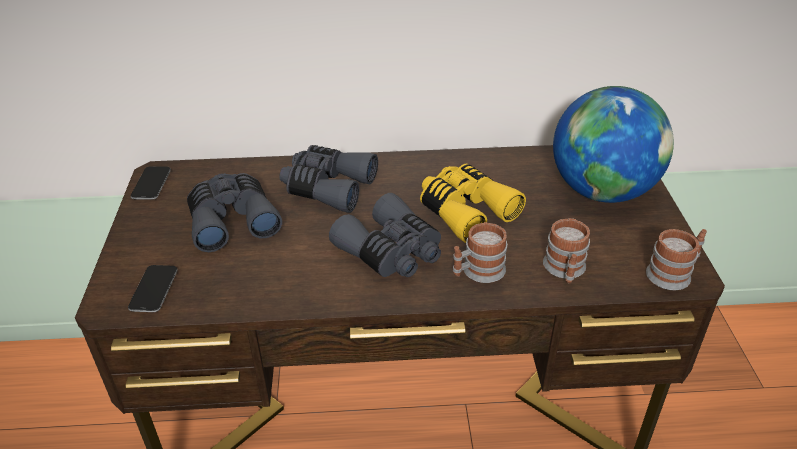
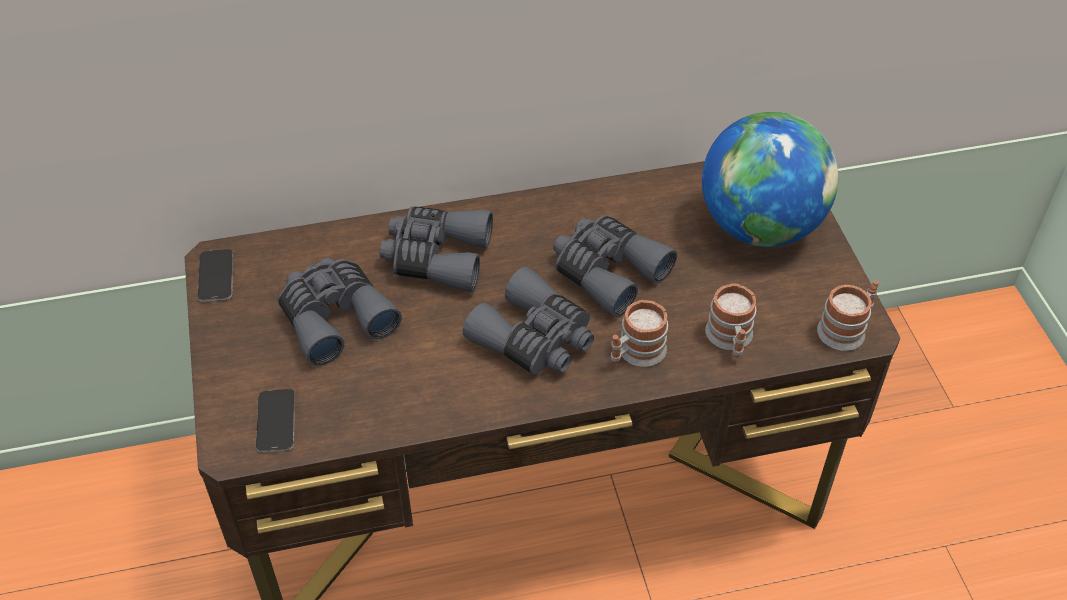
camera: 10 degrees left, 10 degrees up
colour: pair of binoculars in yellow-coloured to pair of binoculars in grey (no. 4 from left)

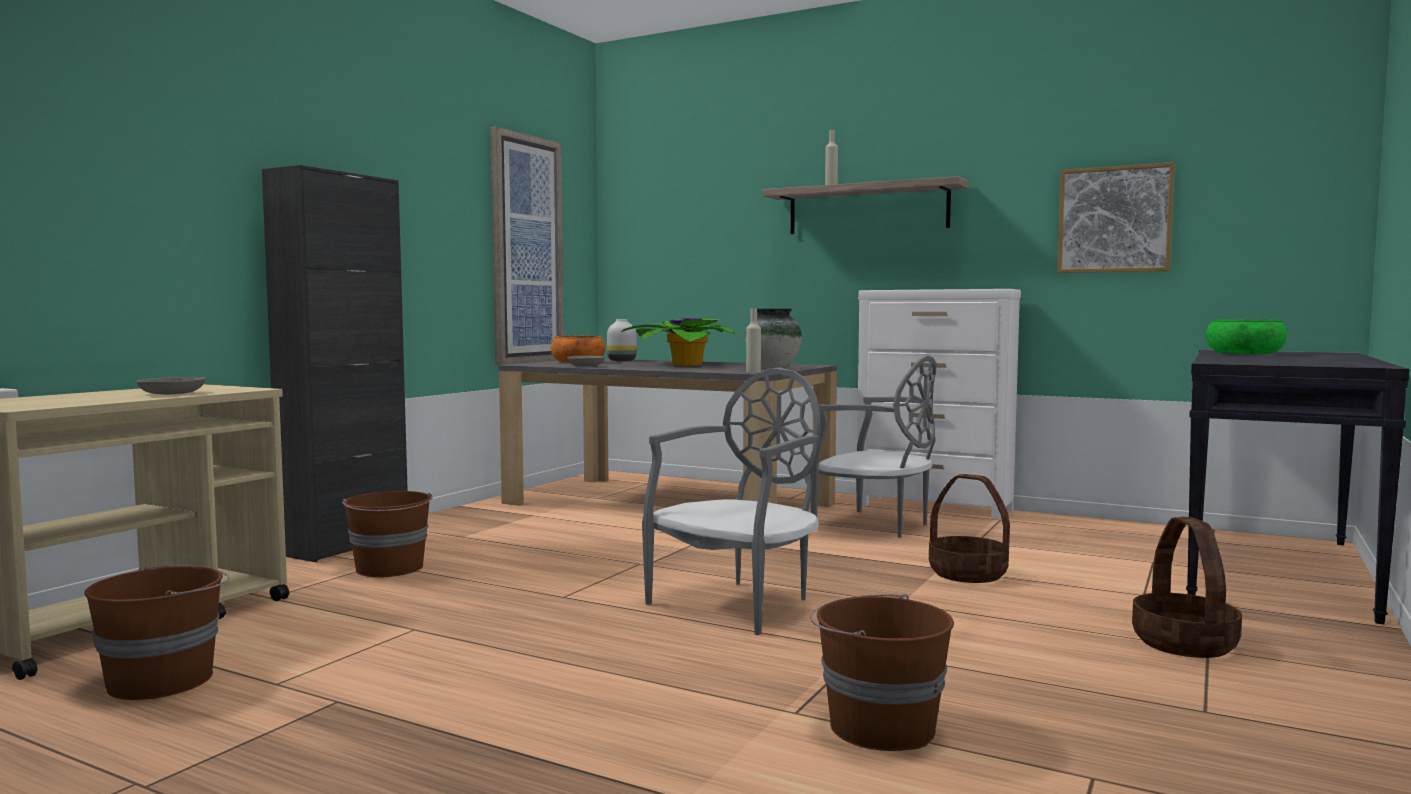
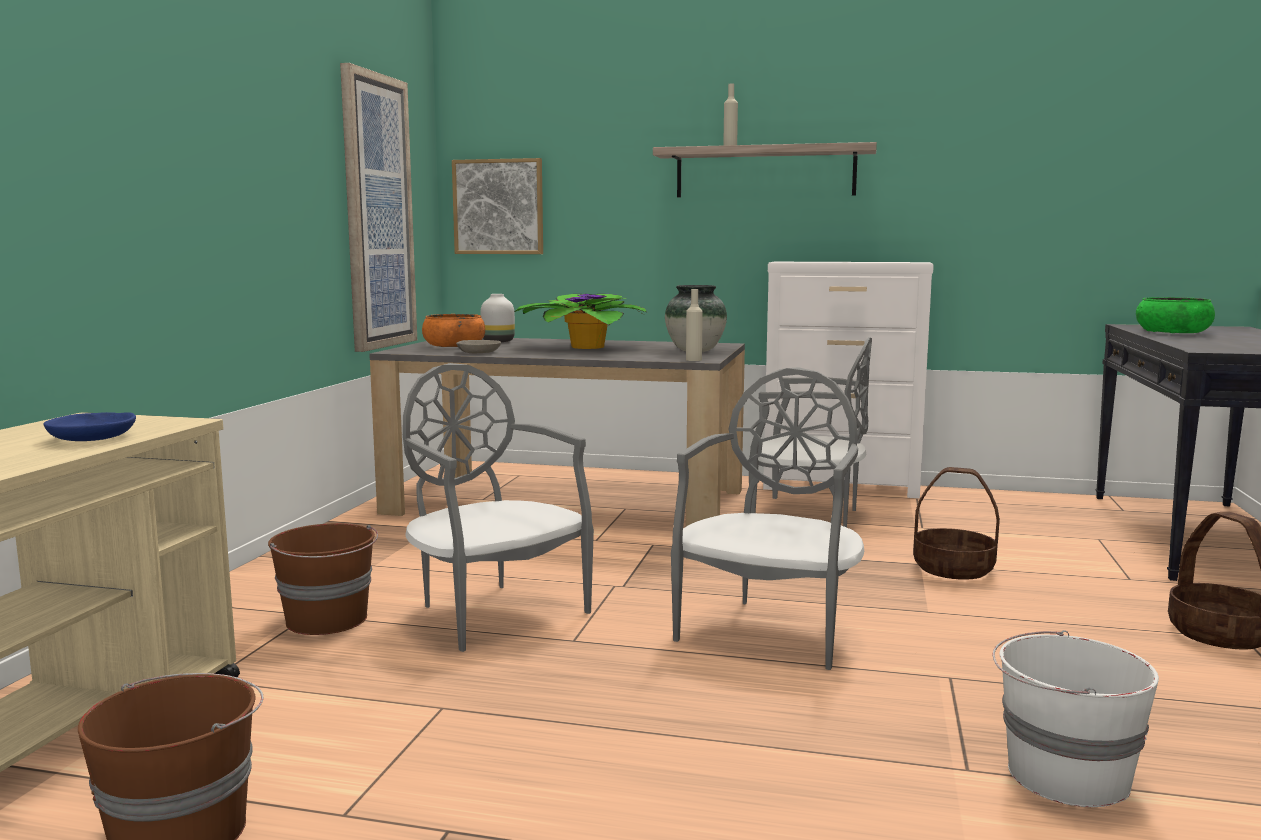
camera: 15 degrees left, 5 degrees up
missing: cabinet in blackish
appeared: upright chair in grey (no. 1 from left)
relocated: wall art (no. 2 from left)
colour: serving bowl in grey (no. 1 from left) to serving bowl in bluish; bucket in brown-coloured (no. 3 from left) to bucket in white

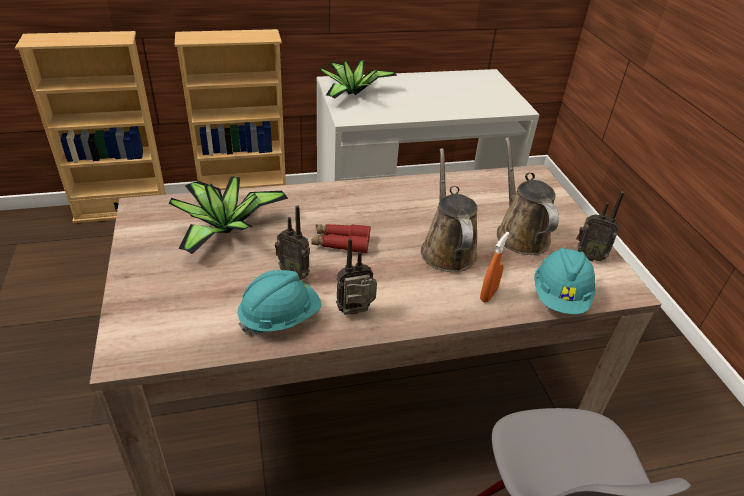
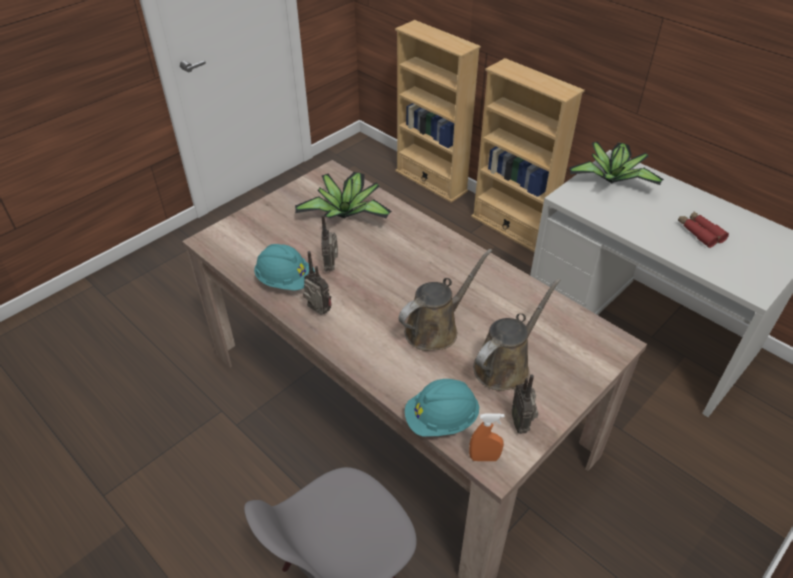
camera: 60 degrees right, 5 degrees up
relocated: sprayer in orange-coloured; pair of binoculars in red-coloured

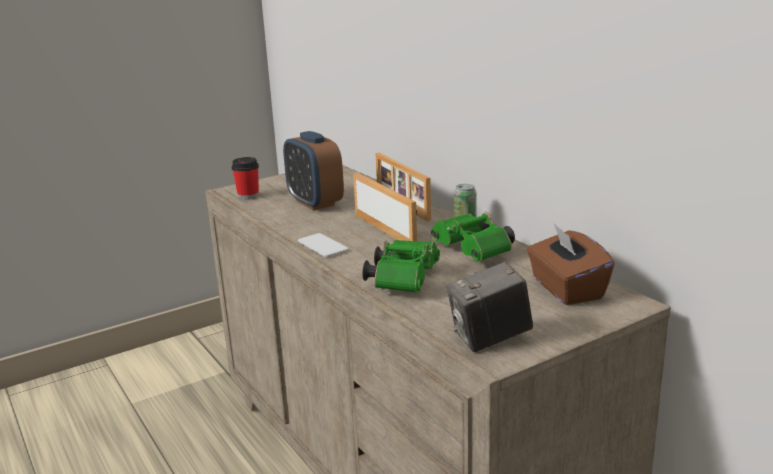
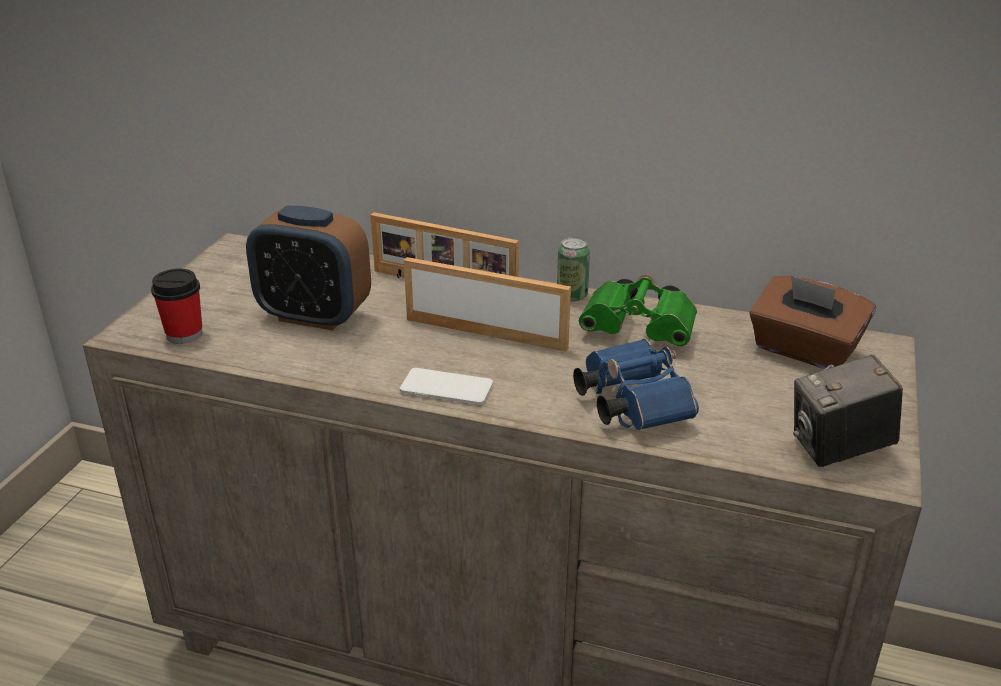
camera: 40 degrees left, 10 degrees up
colour: pair of binoculars in green (no. 1 from left) to pair of binoculars in bluish
spun: still camera 45 degrees clockwise

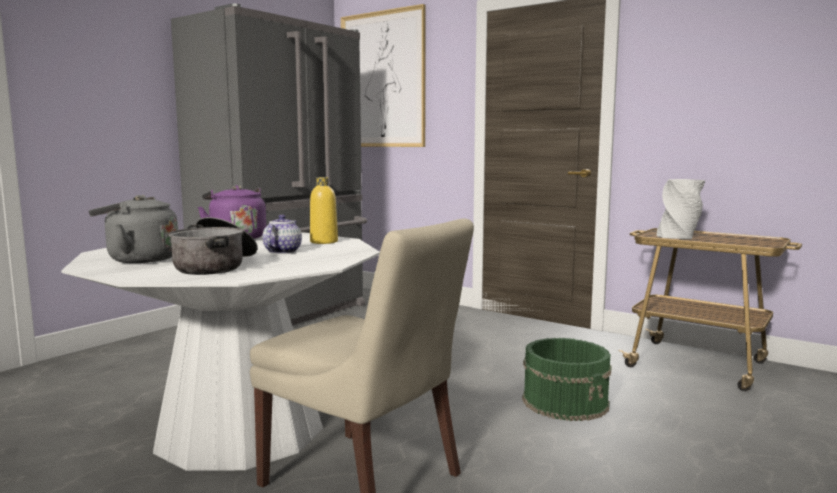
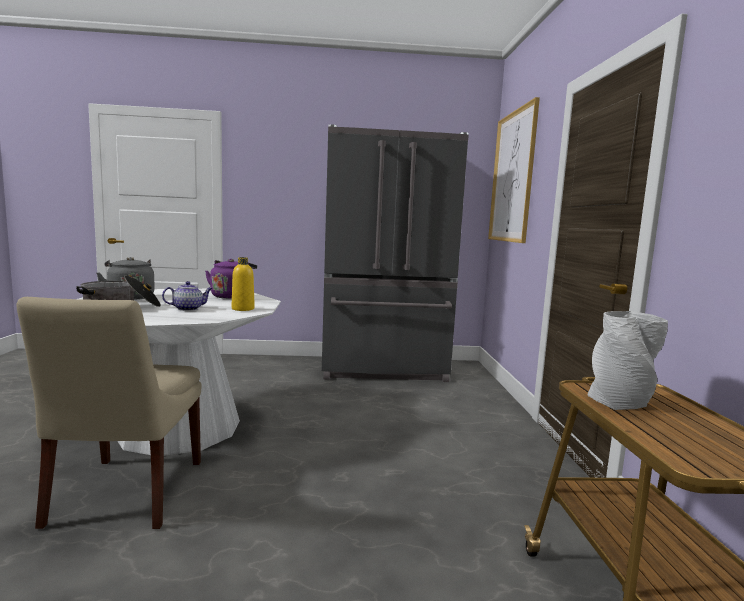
camera: 50 degrees right, 0 degrees up
missing: bucket in green

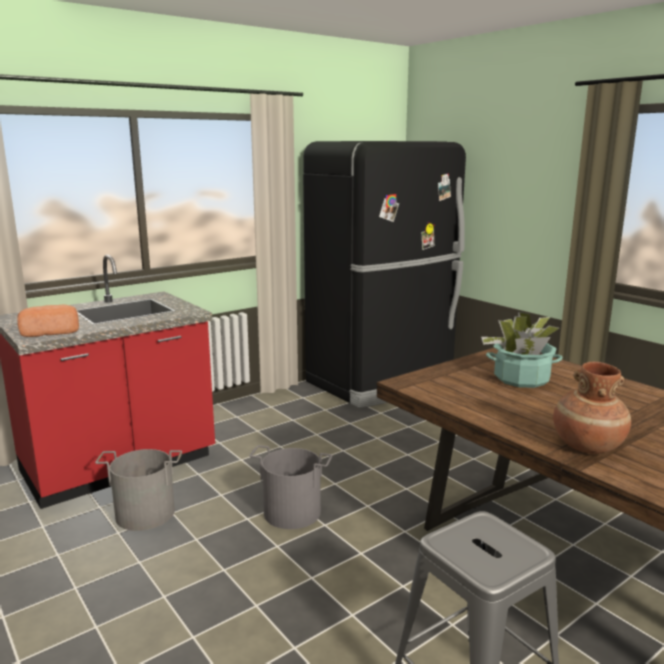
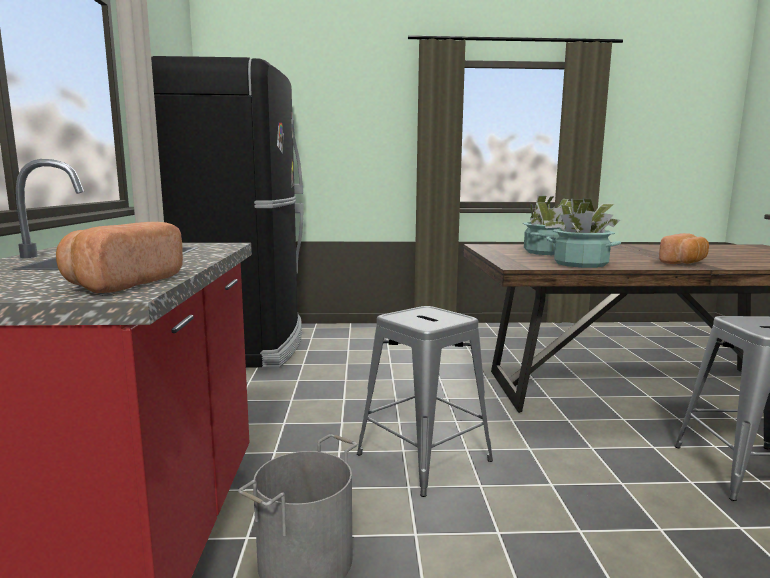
camera: 55 degrees left, 5 degrees down
appeared: plant in a pot (no. 2 from left)
exchanged: bucket in grey (no. 2 from left) to sitting stool in grey (no. 1 from left); flower vase in brown-coloured to bakery bread (no. 2 from left)

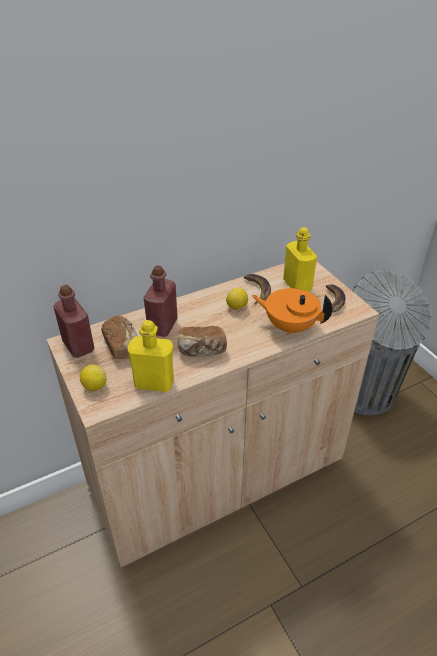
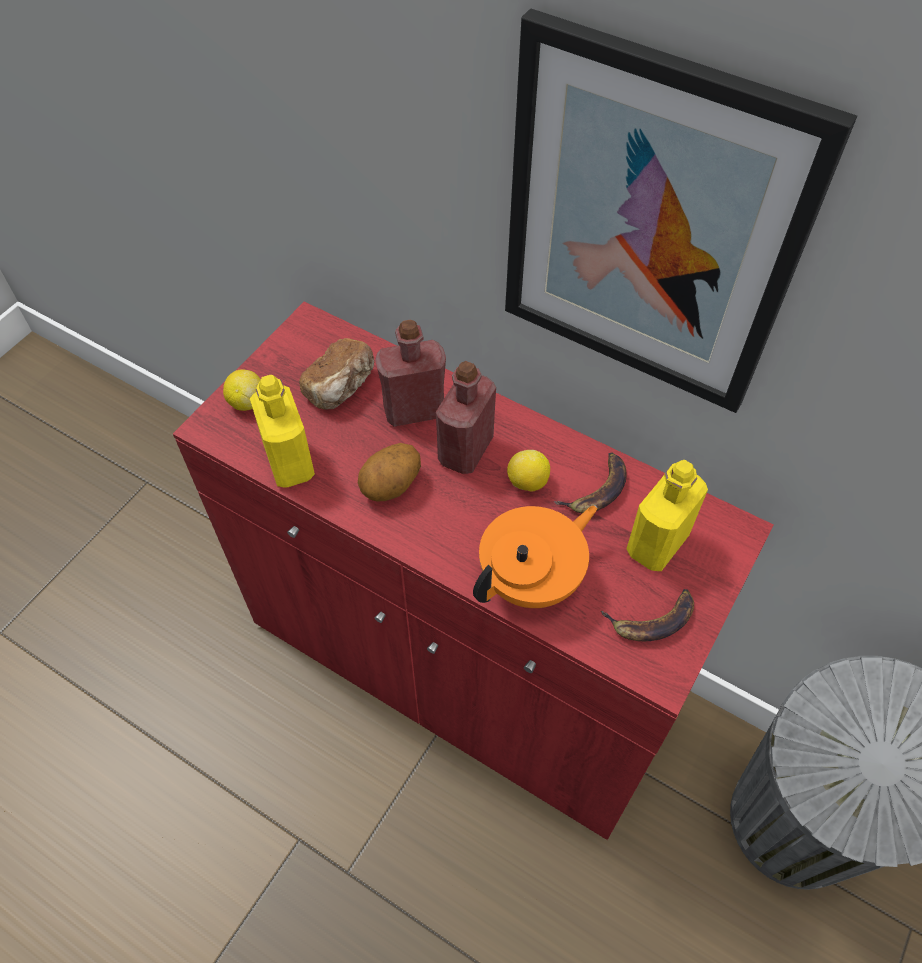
camera: 60 degrees right, 15 degrees up
appeared: wall art
relocated: drink bottle in red-coloured (no. 1 from left in the first image) to drink bottle in red-coloured (no. 2 from left)
exchanged: bakery bread (no. 2 from left) to potato
colour: cabinet in beige to cabinet in red-coloured
spun: tea pot in orange-coloured 60 degrees clockwise

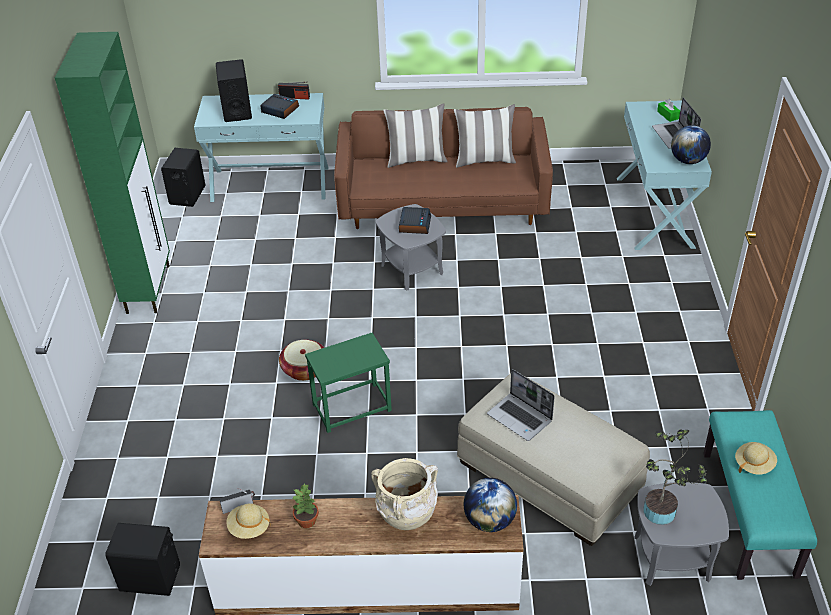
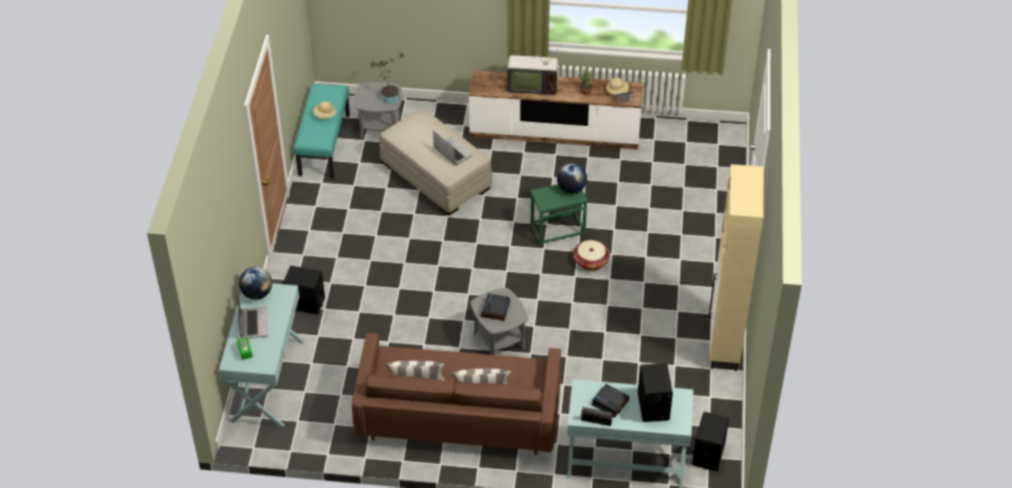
camera: 175 degrees left, 5 degrees up
relocated: audio speaker in blackish (no. 1 from left); desk globe (no. 1 from left in the first image) to desk globe (no. 2 from left)
exchanged: flower vase in beige to TV
colour: cabinet in green to cabinet in beige

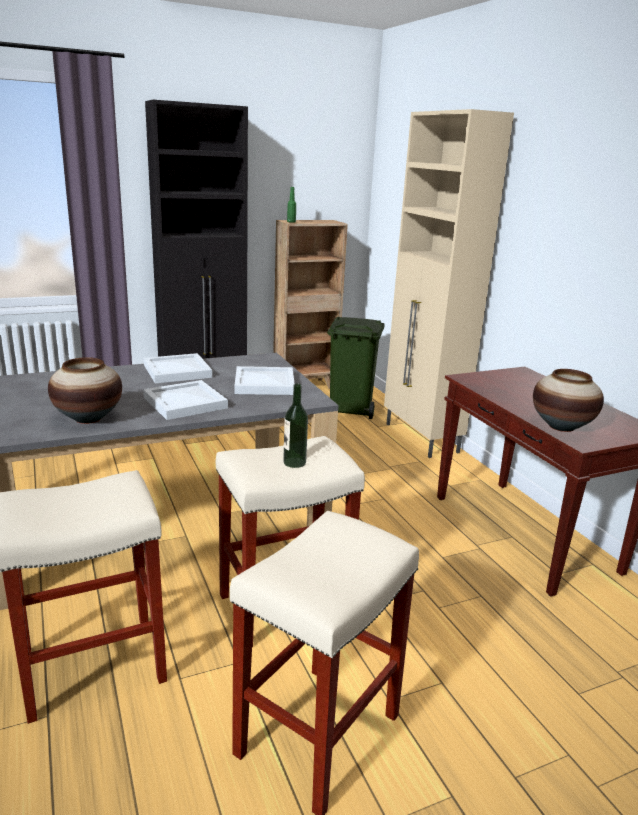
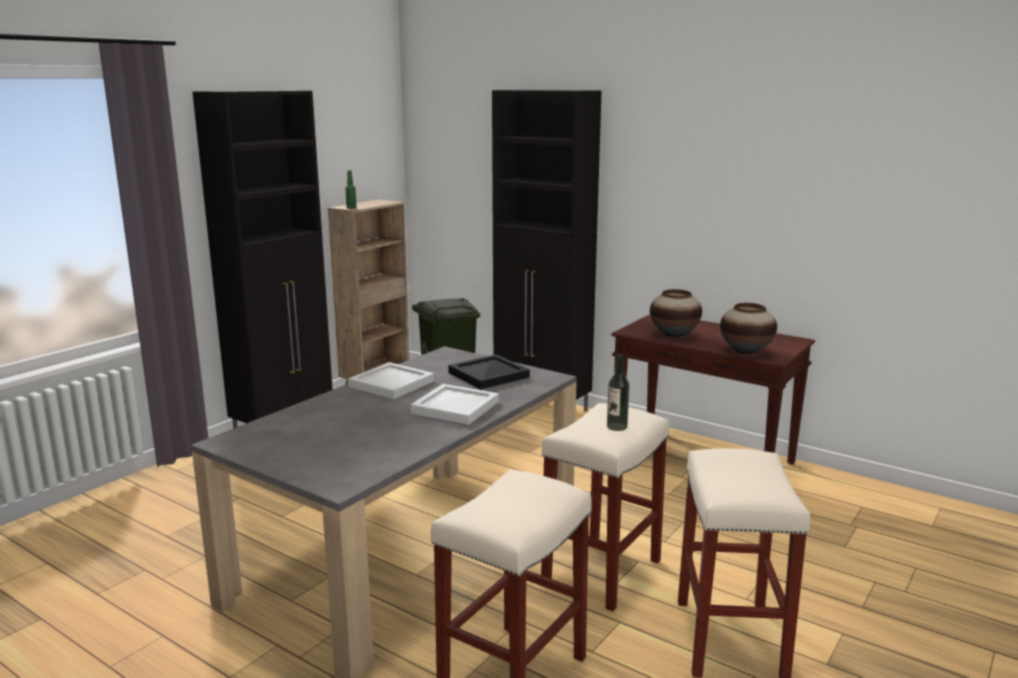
camera: 30 degrees left, 5 degrees down
relocated: flower vase (no. 1 from left)
colour: carrying tray in white (no. 3 from left) to carrying tray in blackish; cabinet in beige to cabinet in blackish (no. 2 from left)

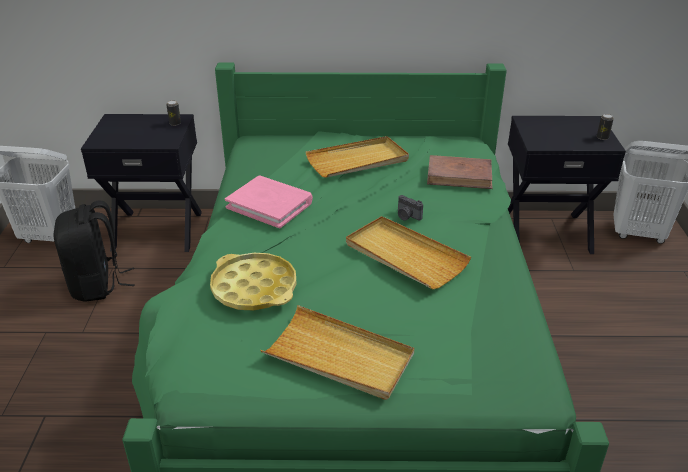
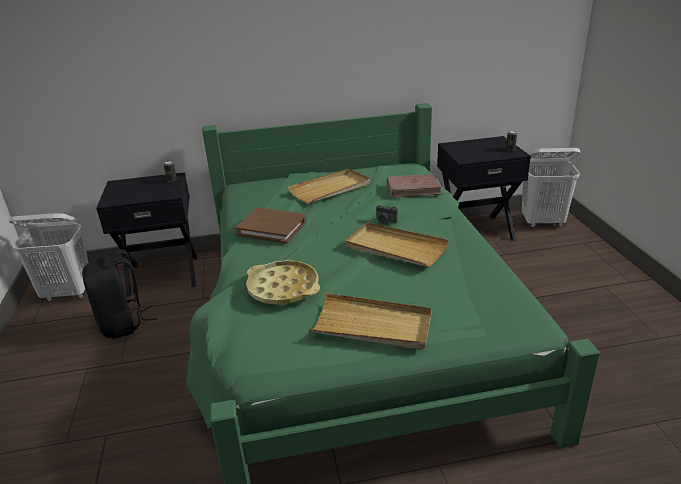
camera: 10 degrees left, 5 degrees down
colour: volume in pinkish to volume in brown-coloured (no. 1 from left)

